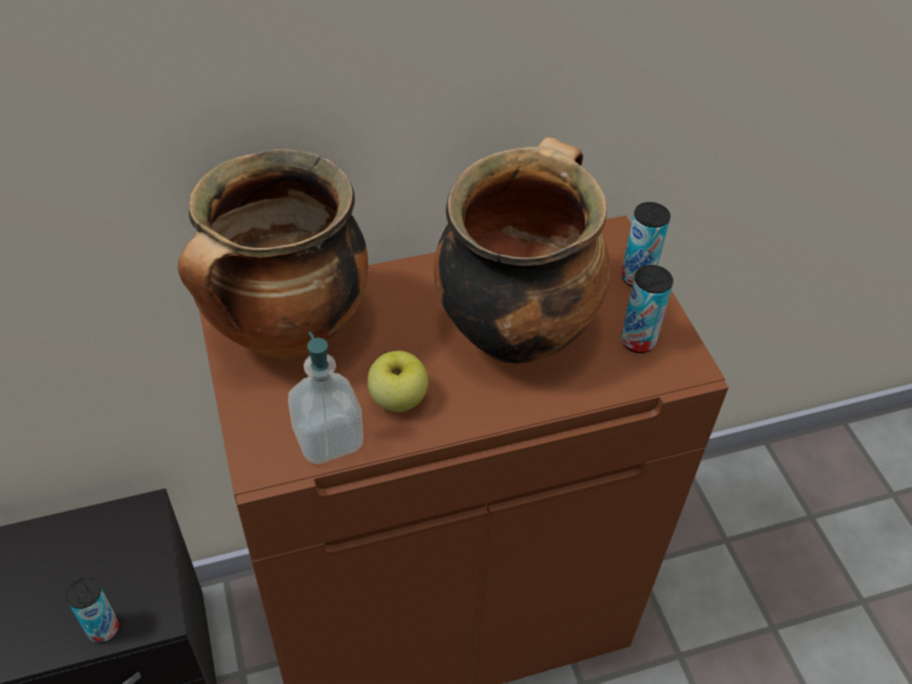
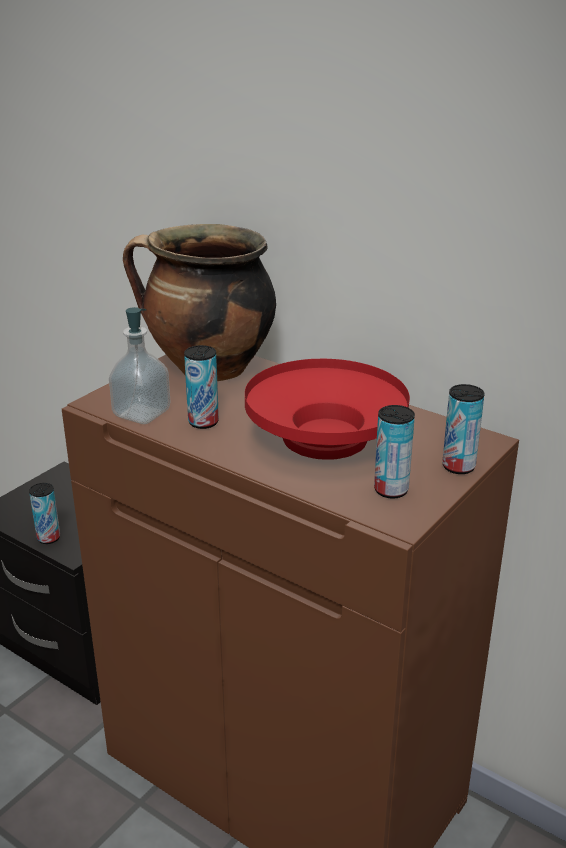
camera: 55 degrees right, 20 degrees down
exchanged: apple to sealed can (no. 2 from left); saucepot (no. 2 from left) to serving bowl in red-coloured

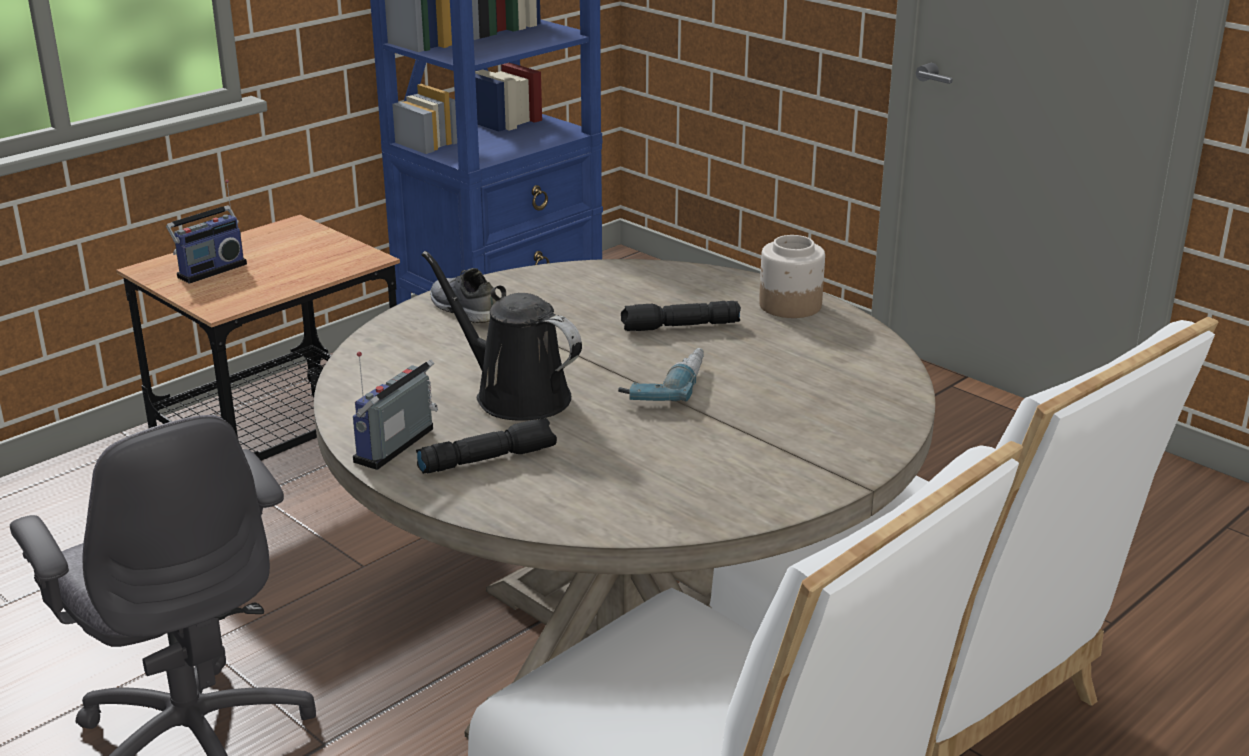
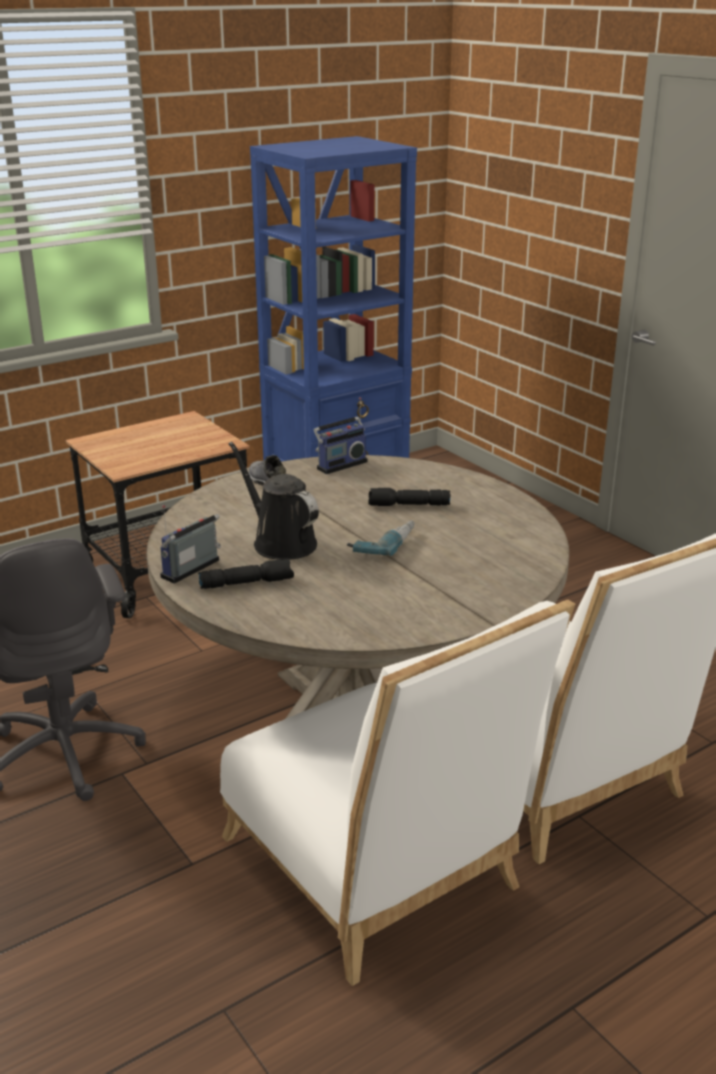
camera: 10 degrees right, 0 degrees up
missing: storage jar
relocated: radio (no. 1 from left in the first image) to radio (no. 2 from left)

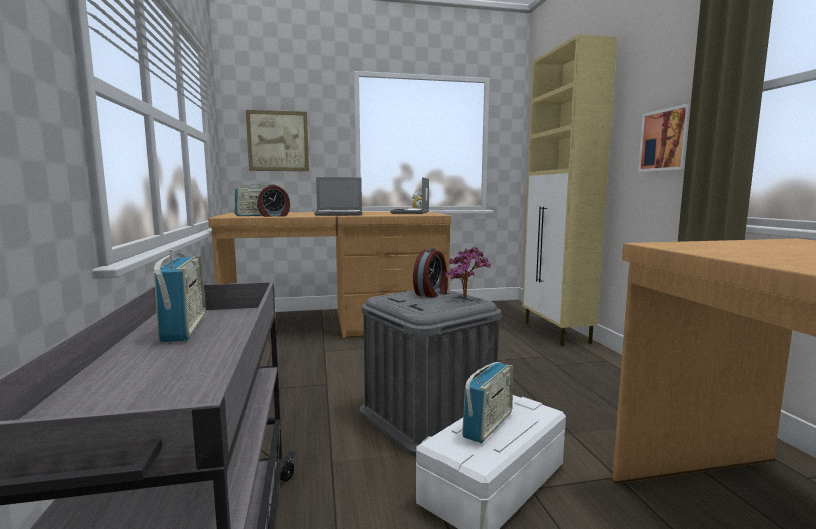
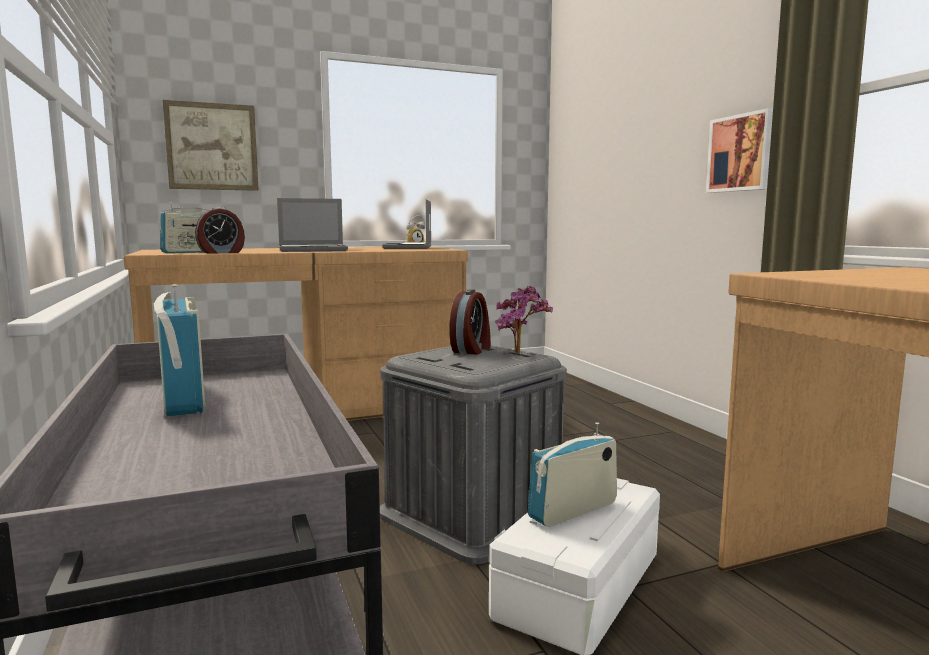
camera: 10 degrees left, 0 degrees up
missing: cabinet in beige
spun: radio (no. 3 from left) 150 degrees counterclockwise

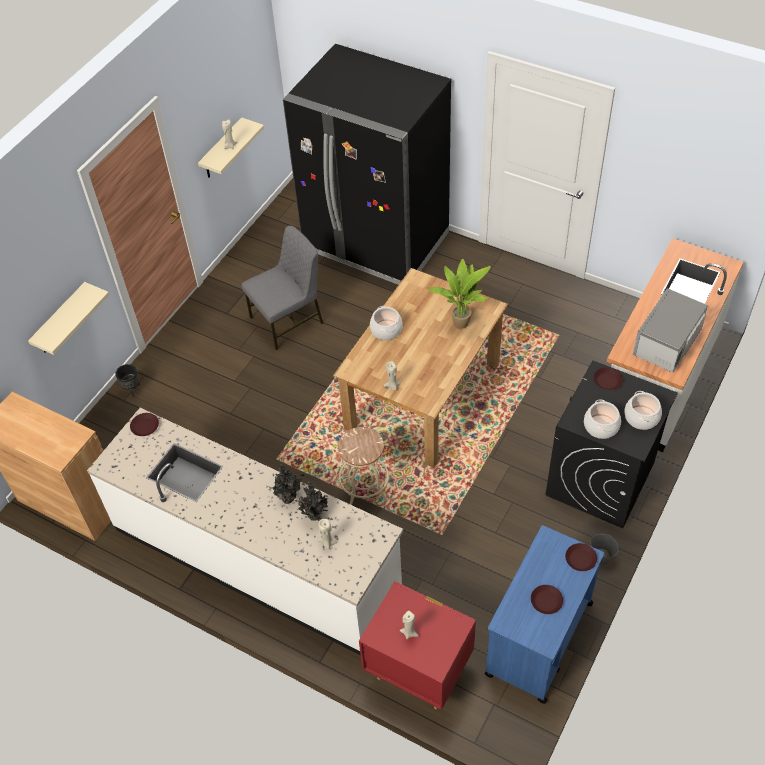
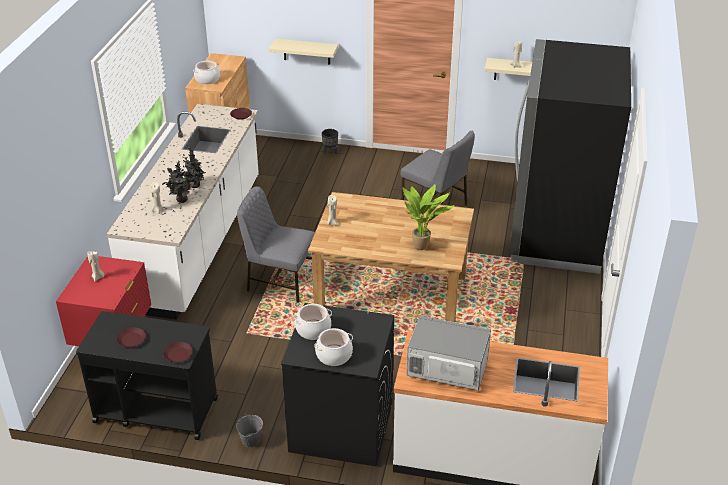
camera: 70 degrees right, 15 degrees down
missing: dinner plate in brown-coloured (no. 4 from left)
relocated: saucepot (no. 1 from left)
exchanged: sitting stool in beige to upright chair in grey (no. 1 from left)
colour: cart in bluish to cart in blackish

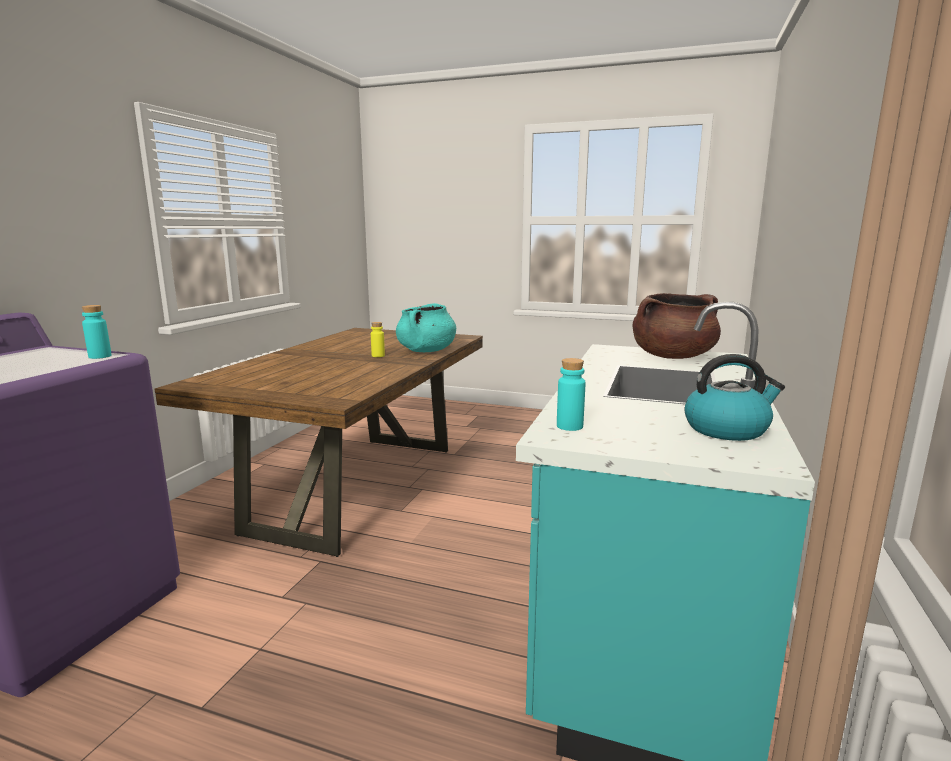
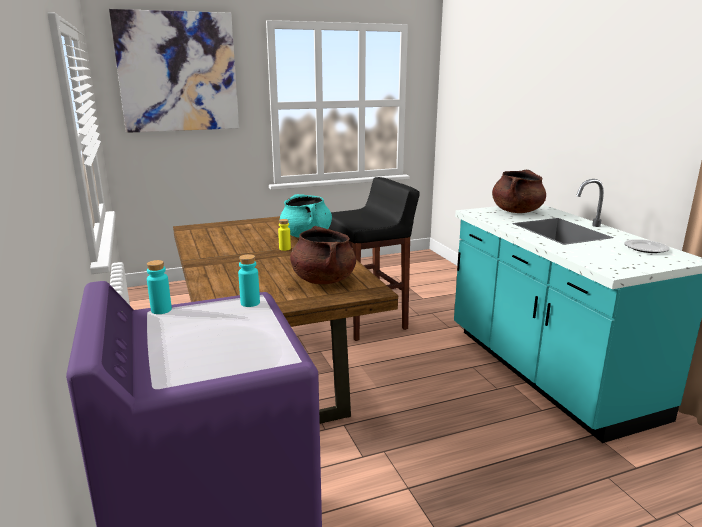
camera: 40 degrees left, 5 degrees up
appeared: wall art; saucepot in brown-coloured (no. 1 from left); sitting stool in blackish
relocated: drink bottle in blue-green (no. 2 from left in the first image) to drink bottle in blue-green (no. 1 from left)
exchanged: kettle to dinner plate

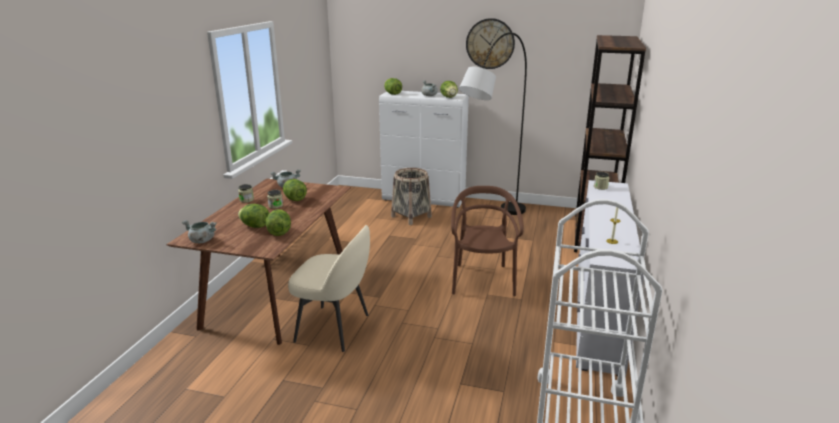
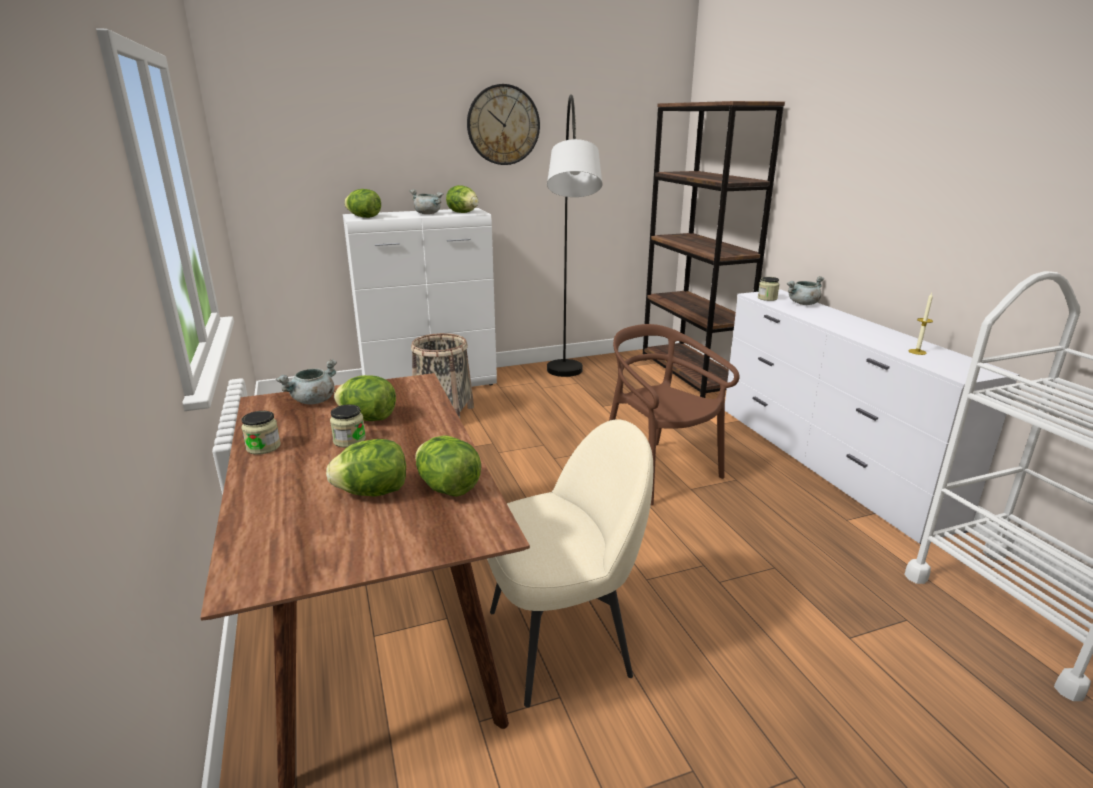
camera: 35 degrees left, 0 degrees up
relocated: saucepot in grey (no. 1 from left in the first image) to saucepot in grey (no. 3 from left)

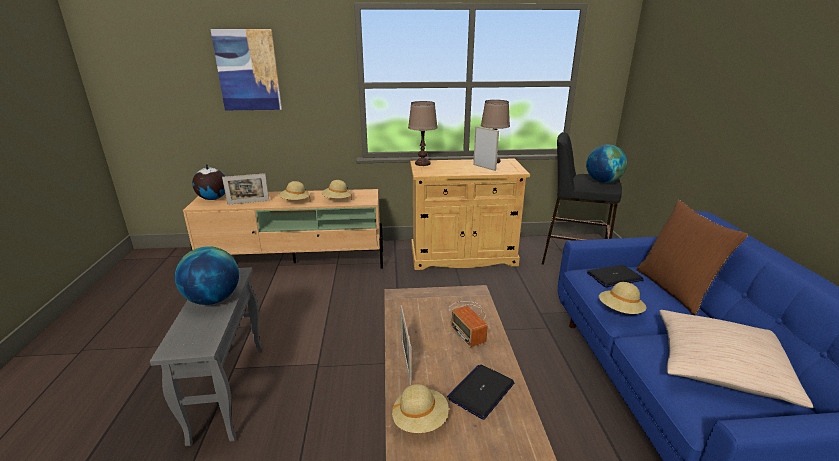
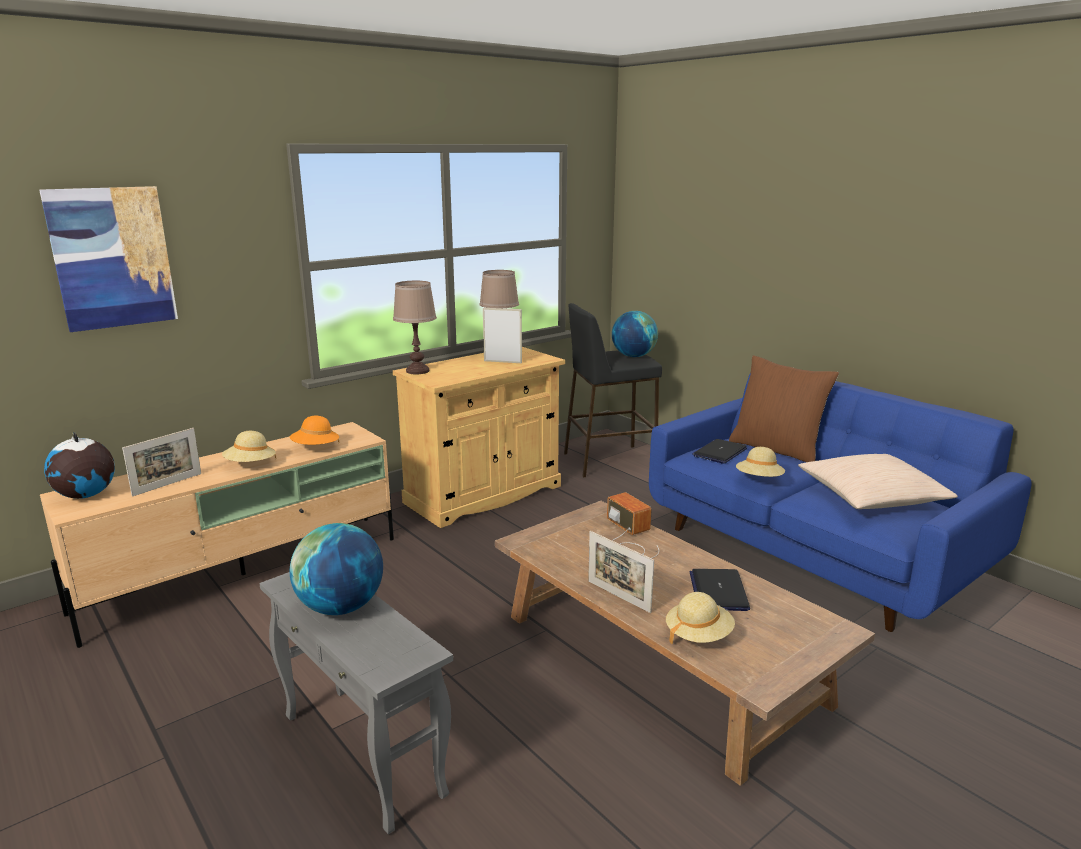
camera: 35 degrees left, 5 degrees down
colour: hat in beige (no. 2 from left) to hat in orange-coloured
spun: radio 150 degrees counterclockwise

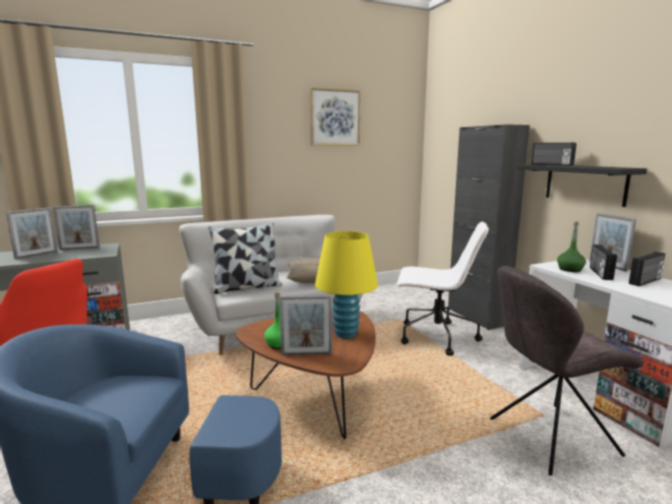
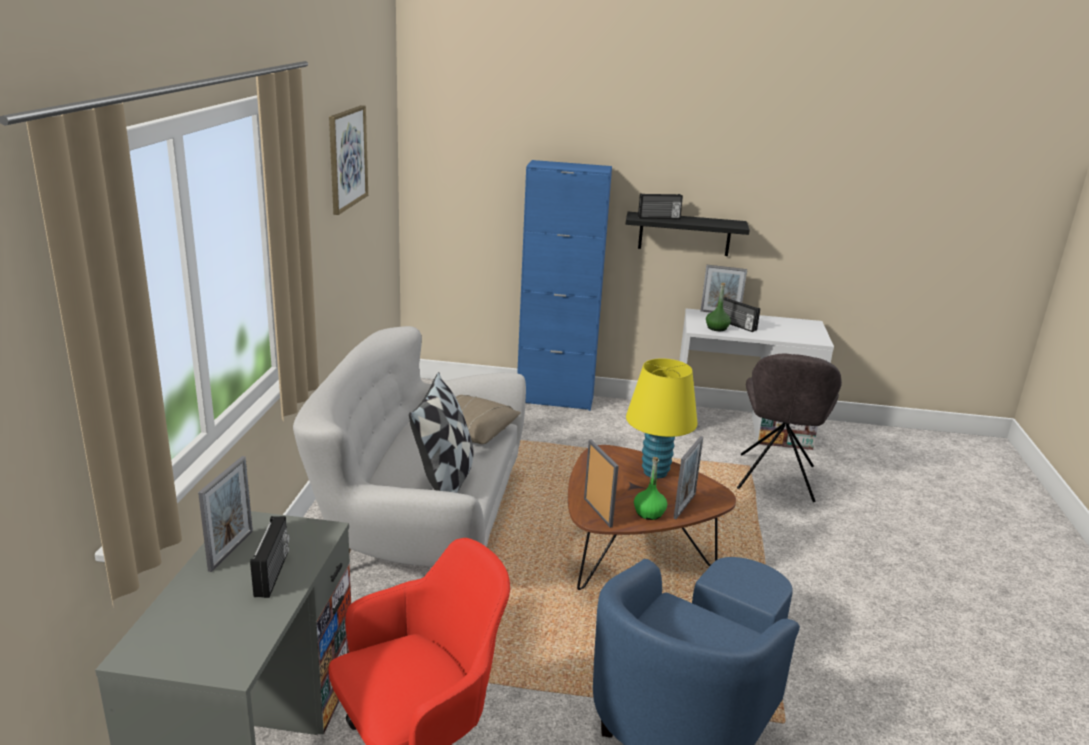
camera: 60 degrees left, 10 degrees up
missing: office chair in white
relocated: radio (no. 3 from left in the first image) to radio (no. 1 from left); photo frame (no. 1 from left in the first image) to photo frame (no. 2 from left)
colour: cabinet in blackish to cabinet in bluish

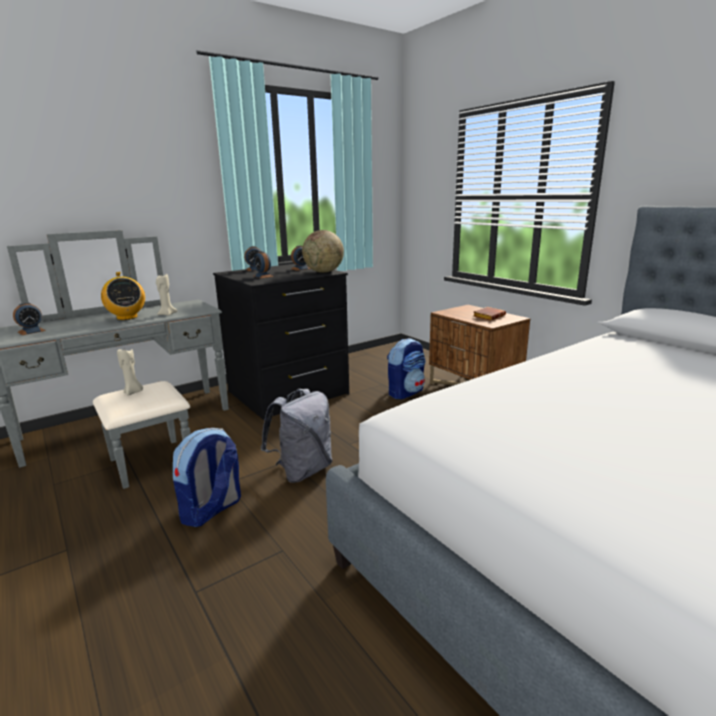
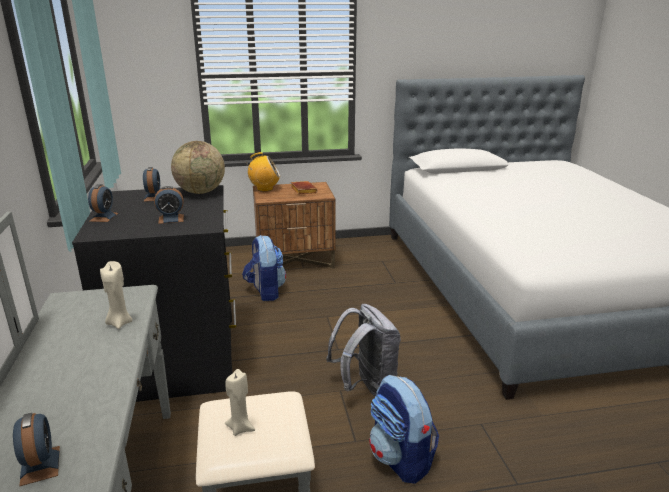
camera: 65 degrees left, 5 degrees up
relocated: radio

